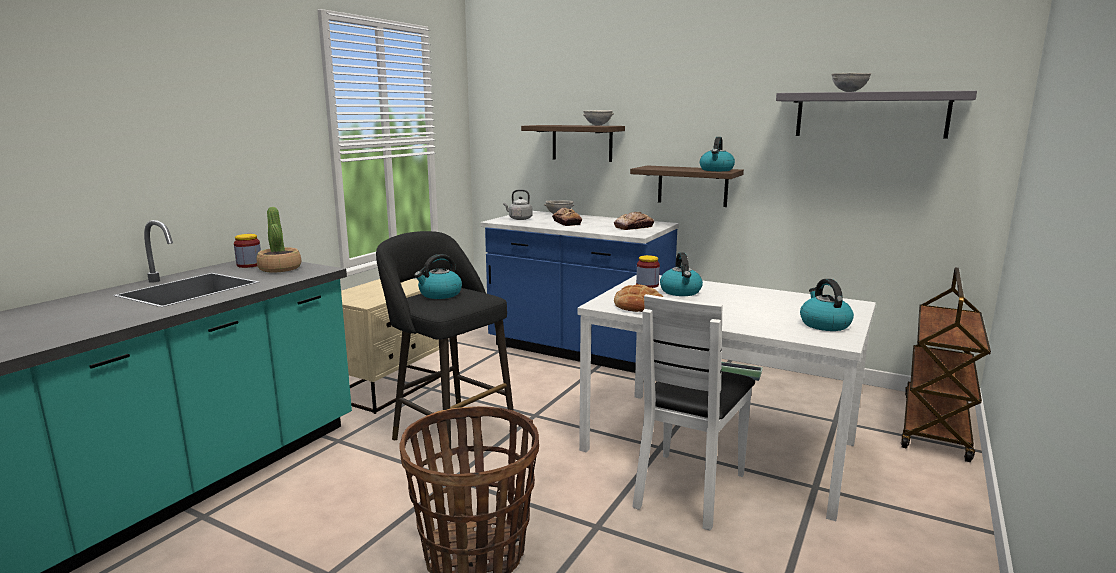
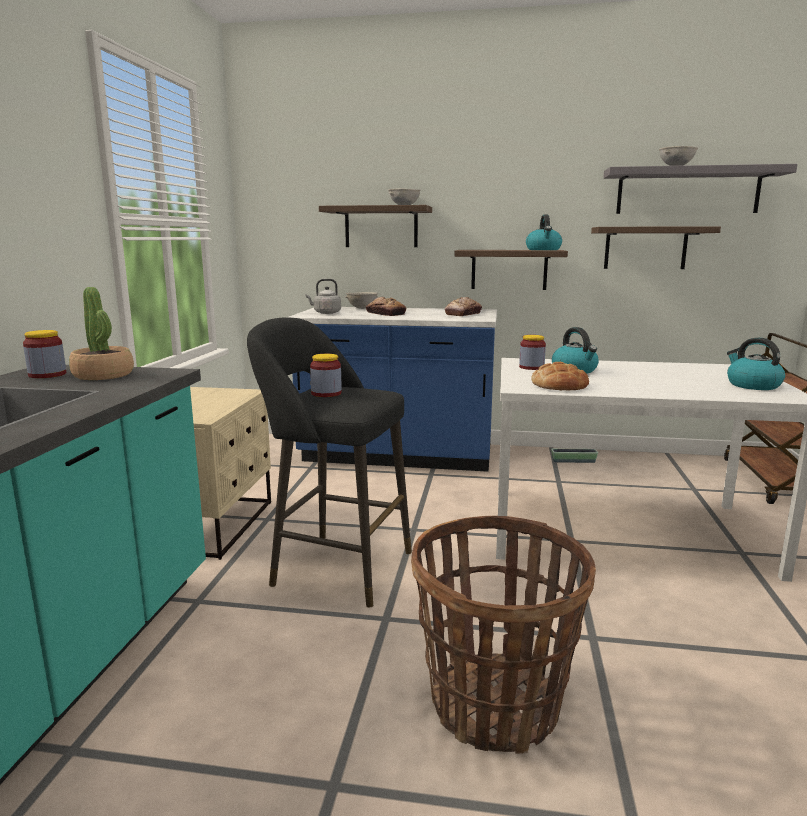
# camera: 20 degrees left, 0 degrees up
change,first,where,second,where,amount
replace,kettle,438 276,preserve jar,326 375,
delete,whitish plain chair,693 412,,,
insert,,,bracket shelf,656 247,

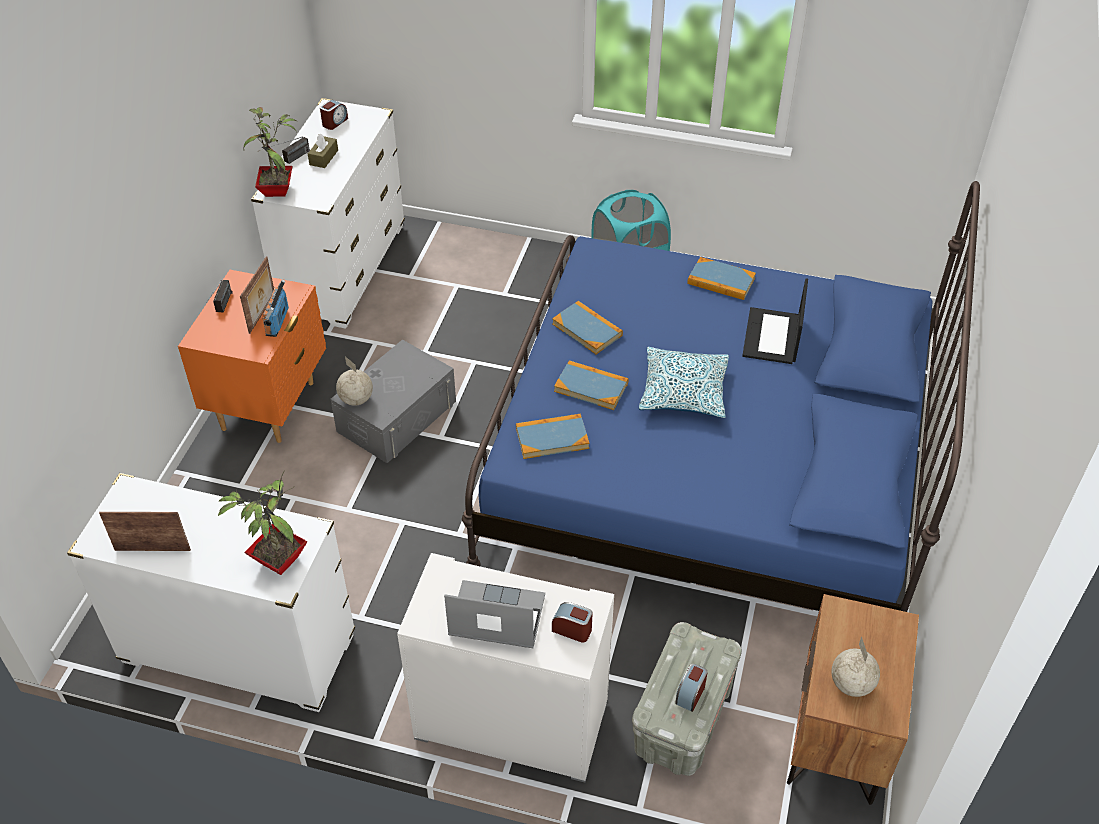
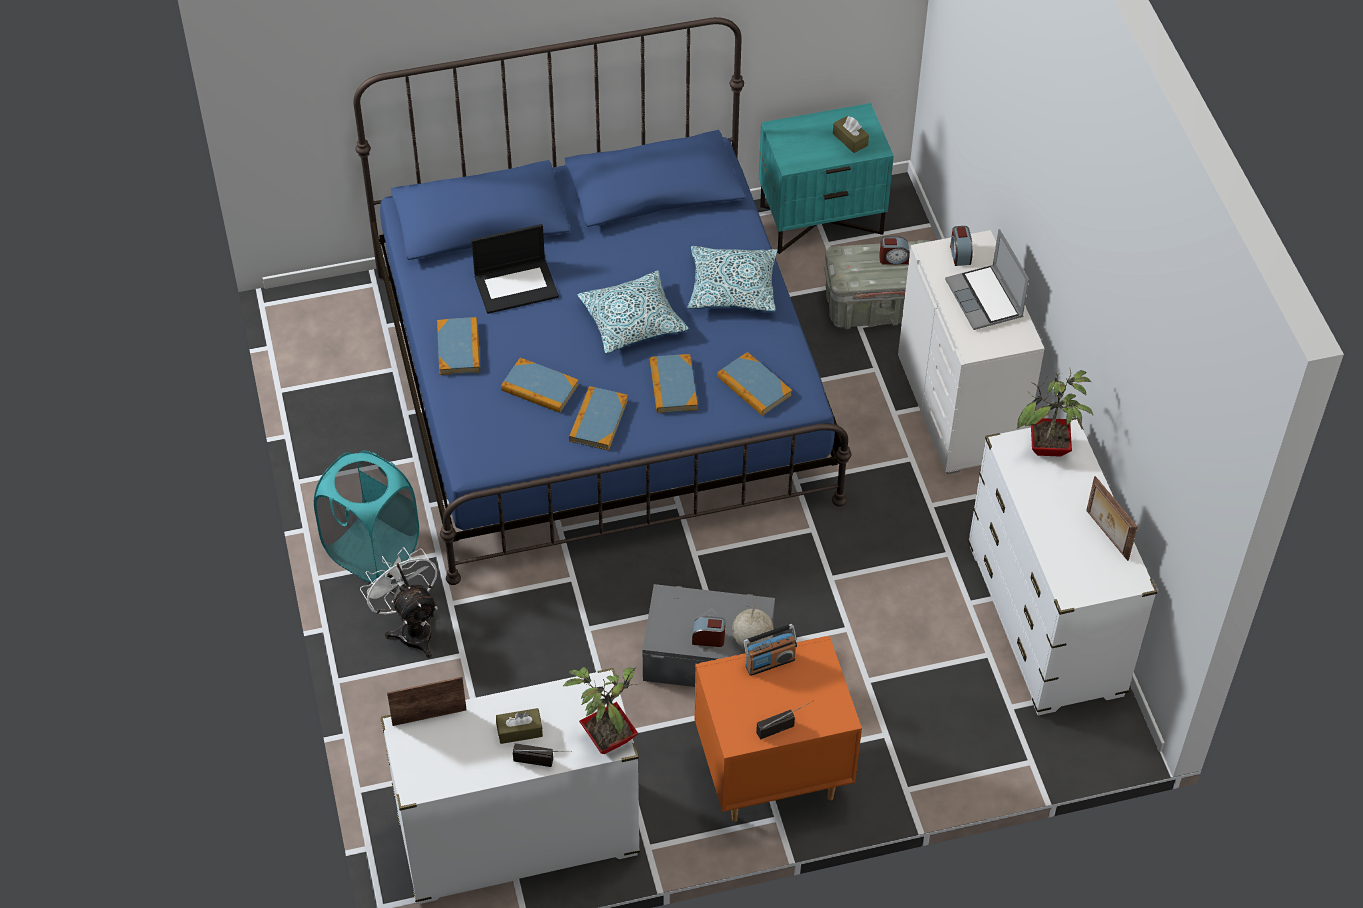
# camera: 120 degrees left, 5 degrees up
change,first,where,second,where,amount
move,alarm clock,334 115,,708 631,
move,picture frame,257 295,,427 701,
recolor,brownish bedside table,853 699,turquoise-coloured bedside table,826 178,
replace,desk globe,855 666,brownish box of tissues,851 134,
insert,,,pillow,732 278,
insert,,,book,540 385,
insert,,,whitish cooling fan,399 602,

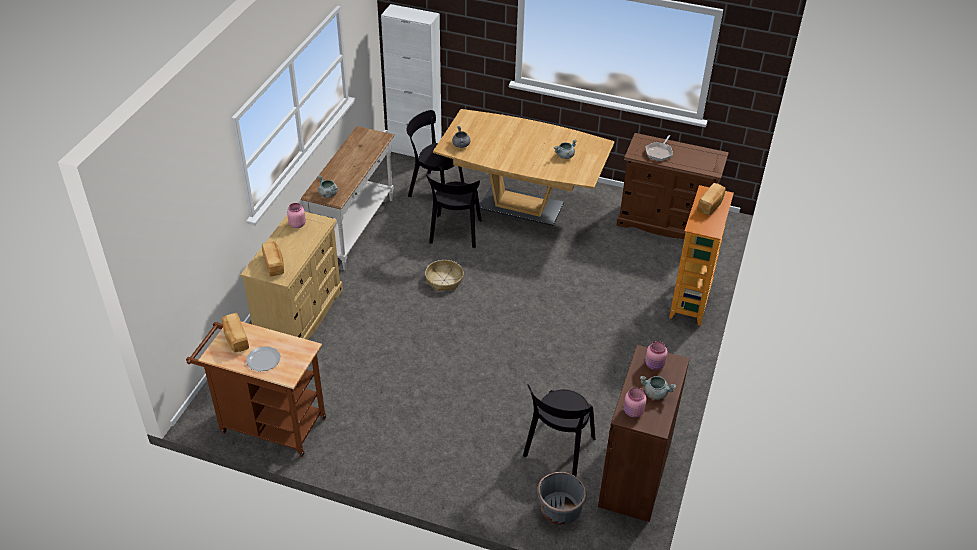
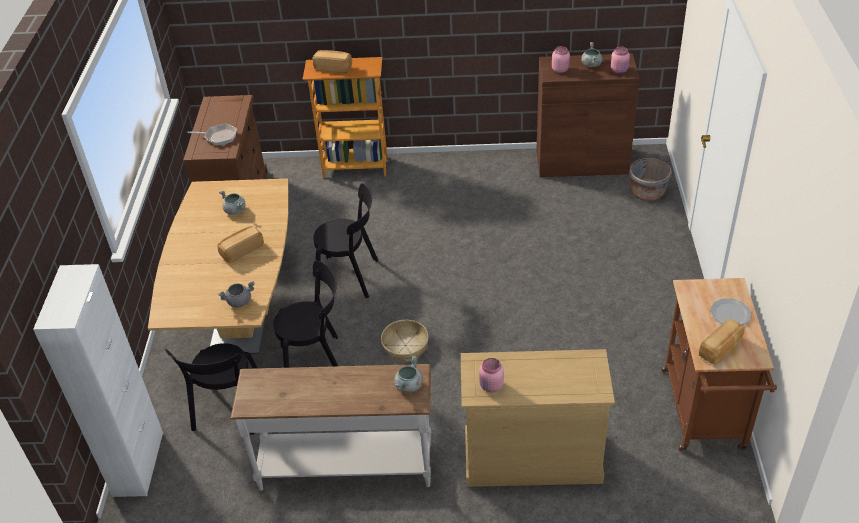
# camera: 105 degrees left, 0 degrees up
change,first,where,second,where,amount
move,bread,273 259,,240 244,
move,black plain chair,559 430,,345 240,

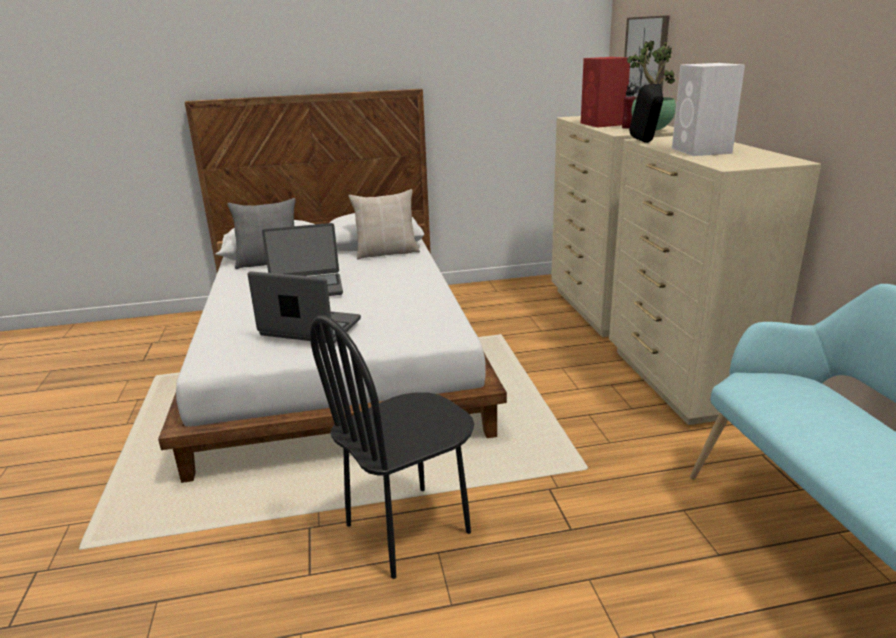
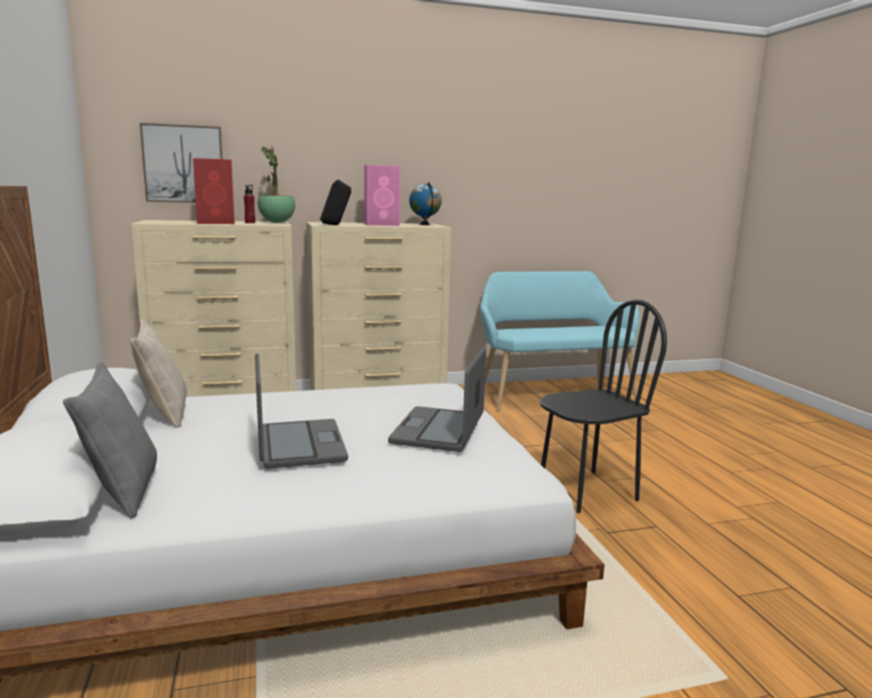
# camera: 95 degrees left, 10 degrees down
change,first,where,second,where,amount
recolor,whitish speaker,708 109,pinkish speaker,382 195,
rotate,black plain chair,392 447,,603 406,75 degrees counterclockwise
insert,,,desk globe,425 203,

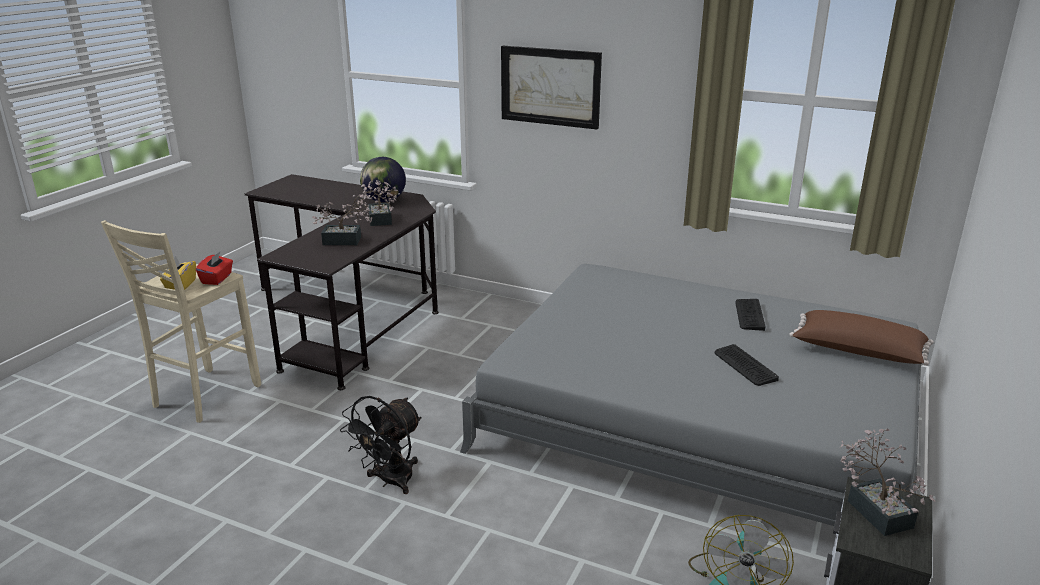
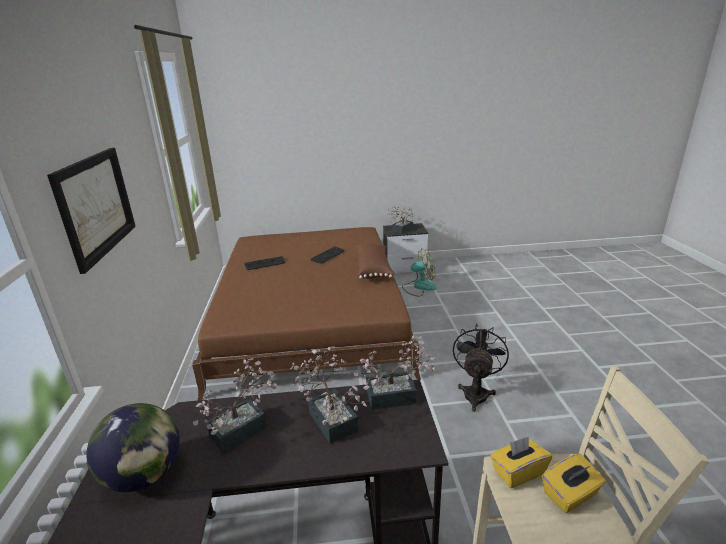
# camera: 120 degrees left, 0 degrees up
change,first,where,second,where,amount
recolor,red box of tissues,214 268,yellow box of tissues,521 462,
recolor,gray bed,692 395,brownish bed,306 313,
move,brownish pillow,862 338,,375 261,
rotate,black cooling fan,381 445,,481 368,75 degrees counterclockwise
insert,,,plant in a pot,394 372,

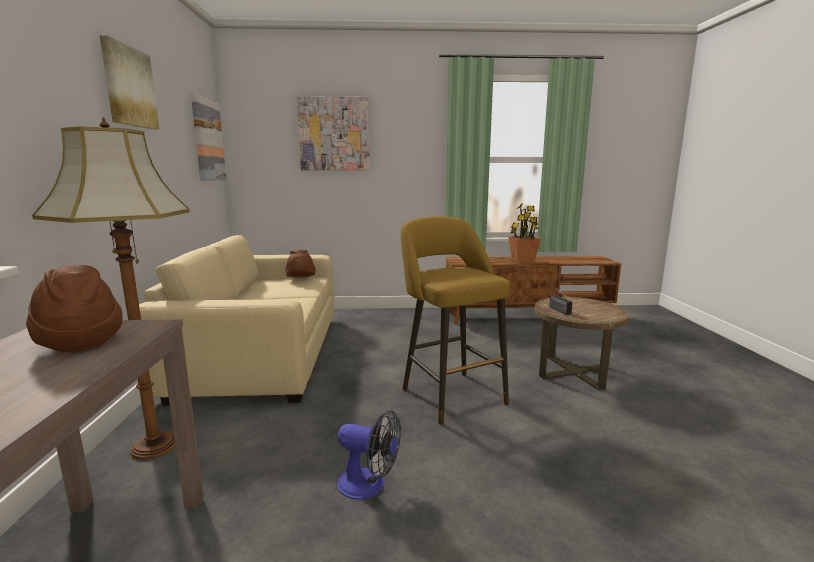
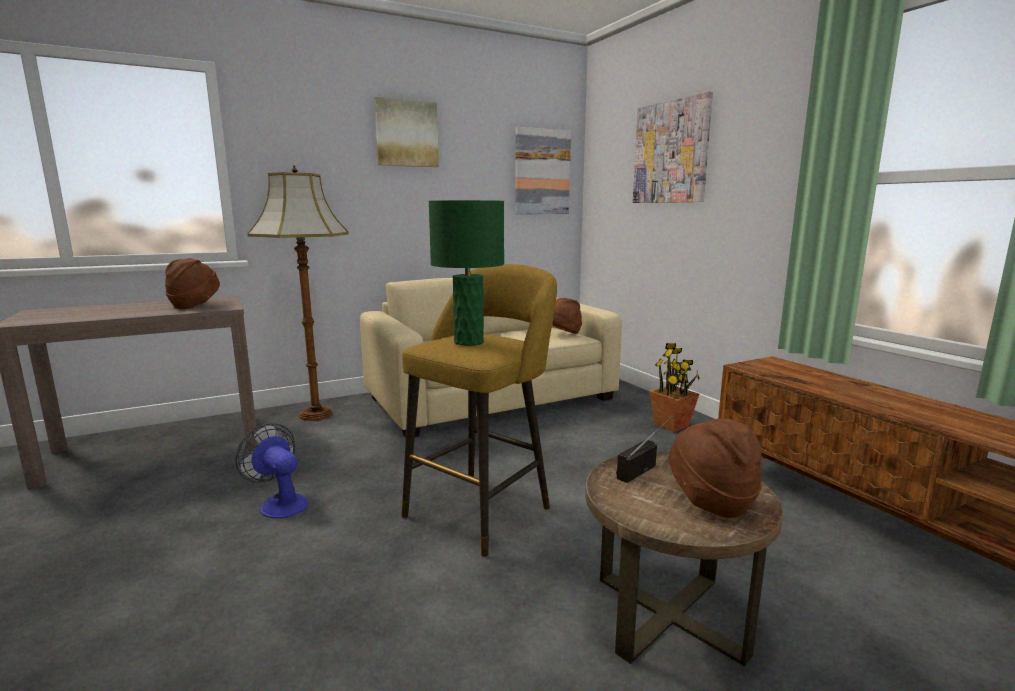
# camera: 65 degrees right, 0 degrees up
change,first,where,second,where,amount
move,plant in a pot,524 233,,674 387,
rotate,cooling fan,369 455,,271 470,135 degrees clockwise
insert,,,green-coloured table lamp,466 273,
insert,,,brownish clothing hat,715 468,

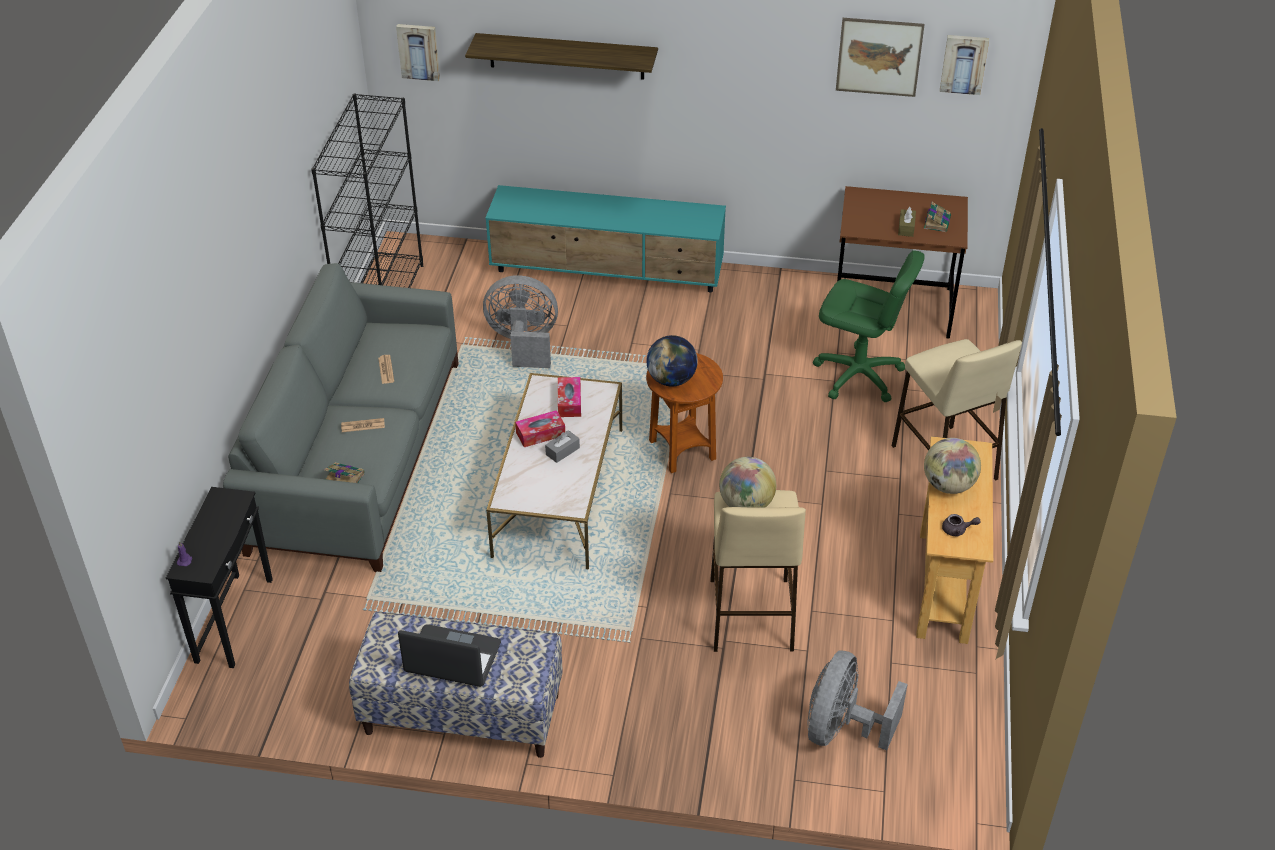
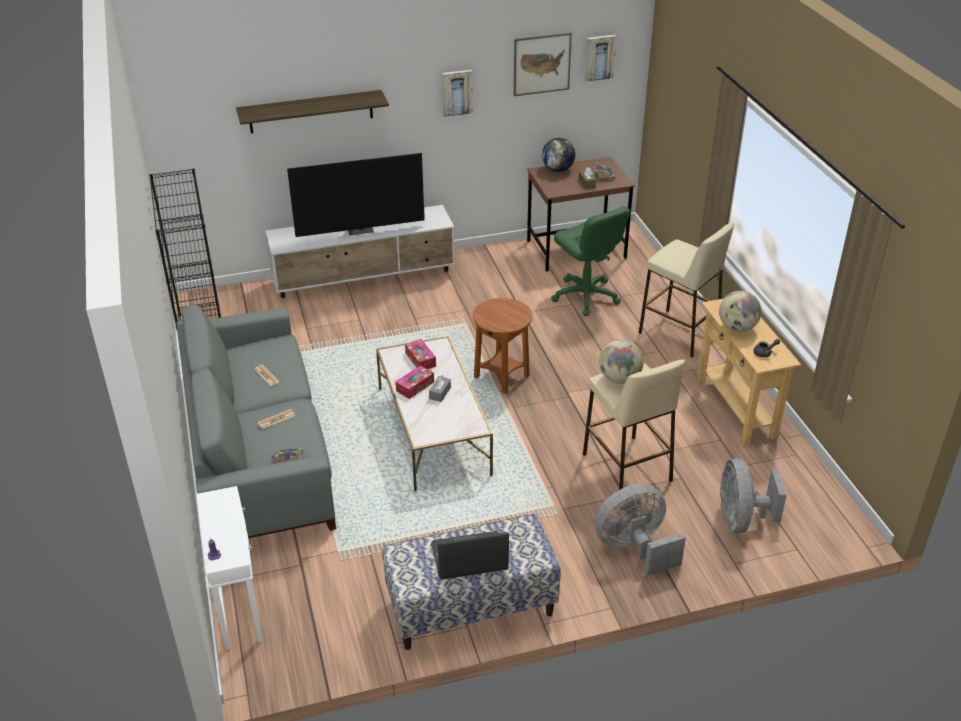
# camera: 25 degrees left, 5 degrees down
change,first,where,second,where,amount
move,wall art,418 52,,457 93,
recolor,turquoise-coloured media console,605 239,whitish media console,360 251,
rotate,green-coloured desk chair,869 326,,590 261,60 degrees clockwise
move,gray cooling fan,520 321,,640 530,
move,desk globe,672 361,,558 155,
recolor,black end table,219 577,whitish end table,230 568,
insert,,,TV,356 195,

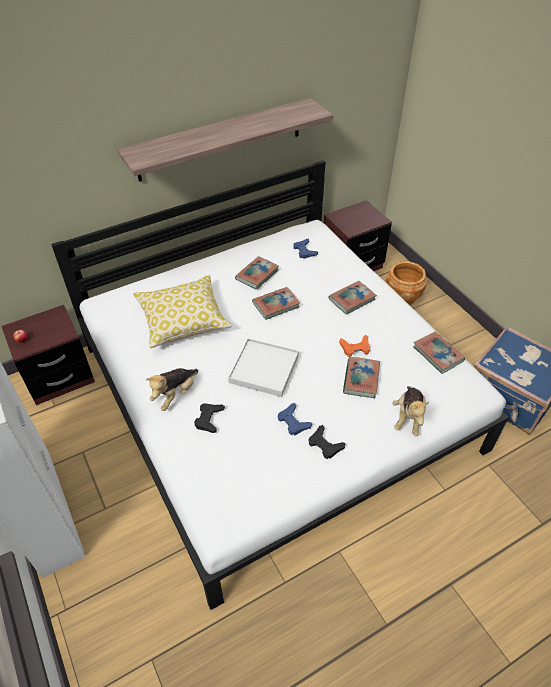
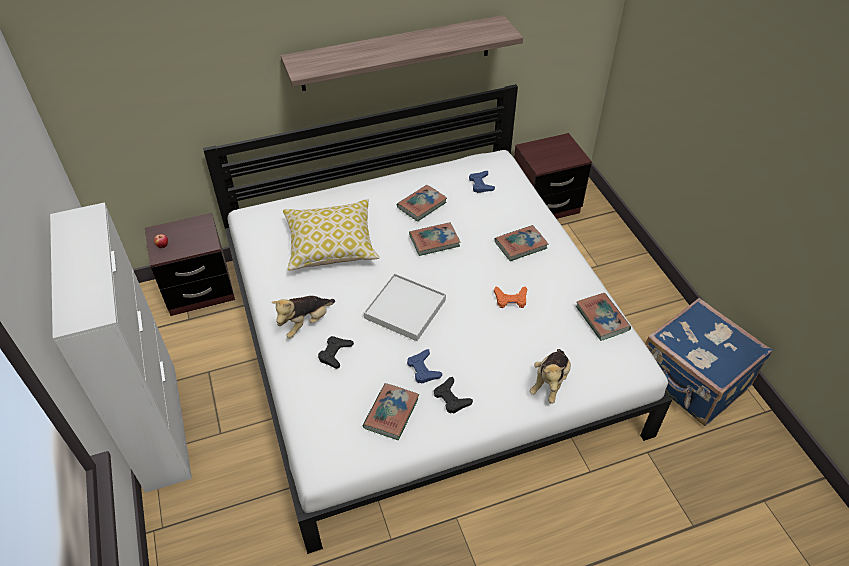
# camera: 10 degrees right, 0 degrees up
change,first,where,second,where,amount
delete,brownish planter,406 283,,,
move,book,361 377,,391 411,

